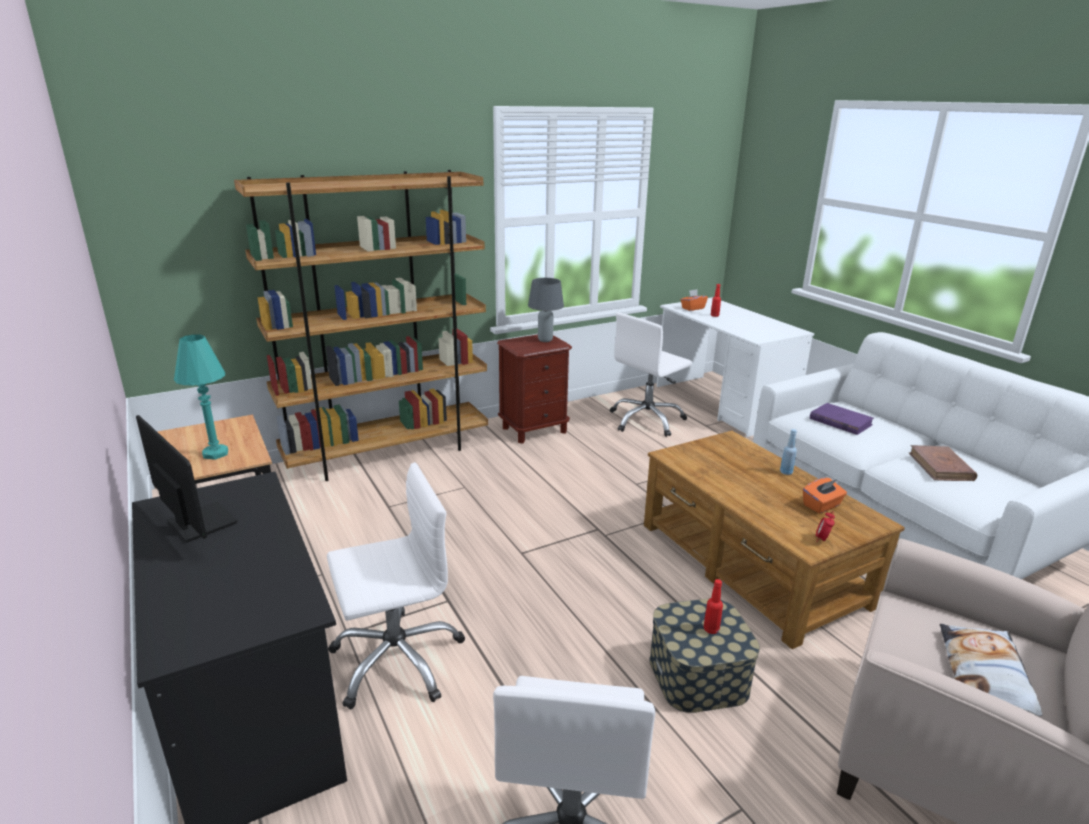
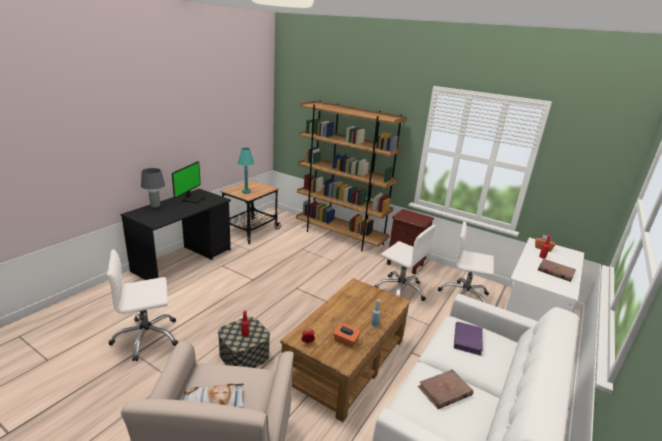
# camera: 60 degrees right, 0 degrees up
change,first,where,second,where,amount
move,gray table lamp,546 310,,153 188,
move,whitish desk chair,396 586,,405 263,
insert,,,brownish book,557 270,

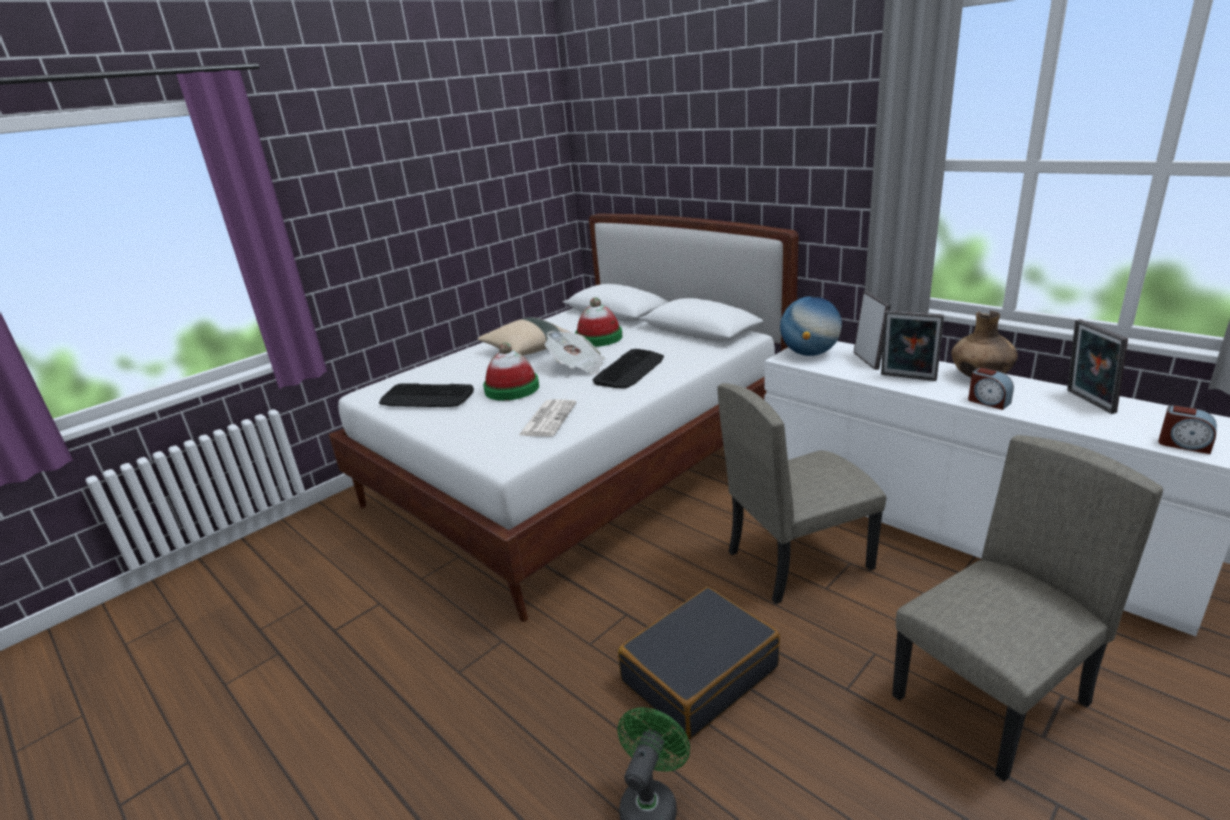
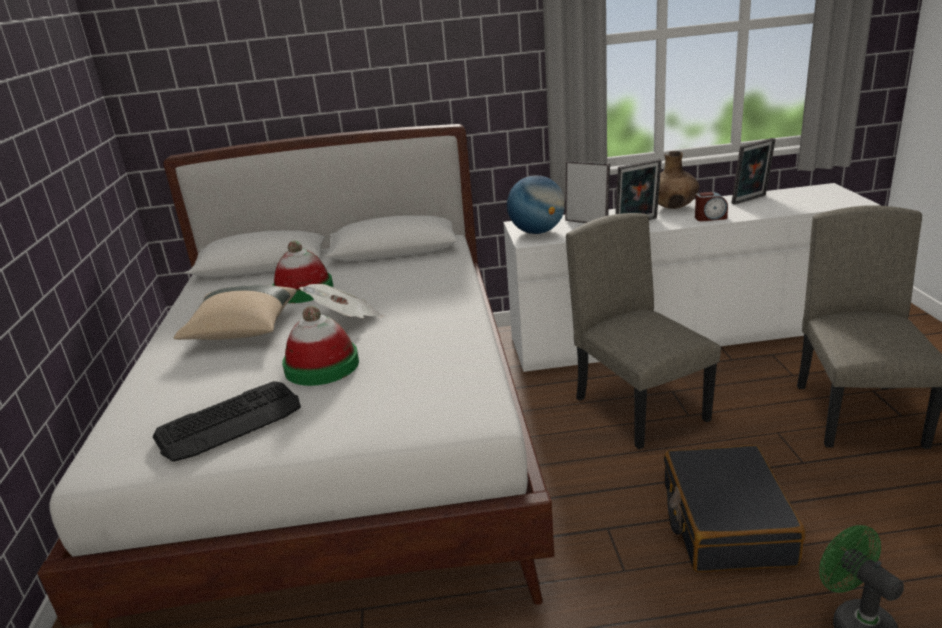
# camera: 50 degrees left, 0 degrees up
change,first,where,second,where,amount
rotate,picture frame,1097 366,,754 171,60 degrees counterclockwise
delete,PC keyboard,628 368,,,
rotate,beige-coloured plain chair,801 493,,643 331,135 degrees clockwise
delete,printed paper,548 418,,,
delete,alarm clock,1187 429,,,

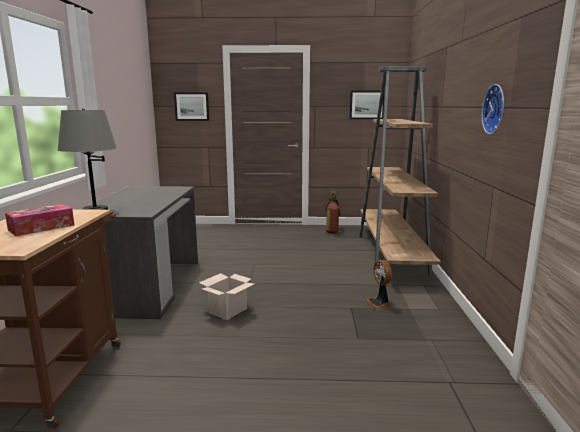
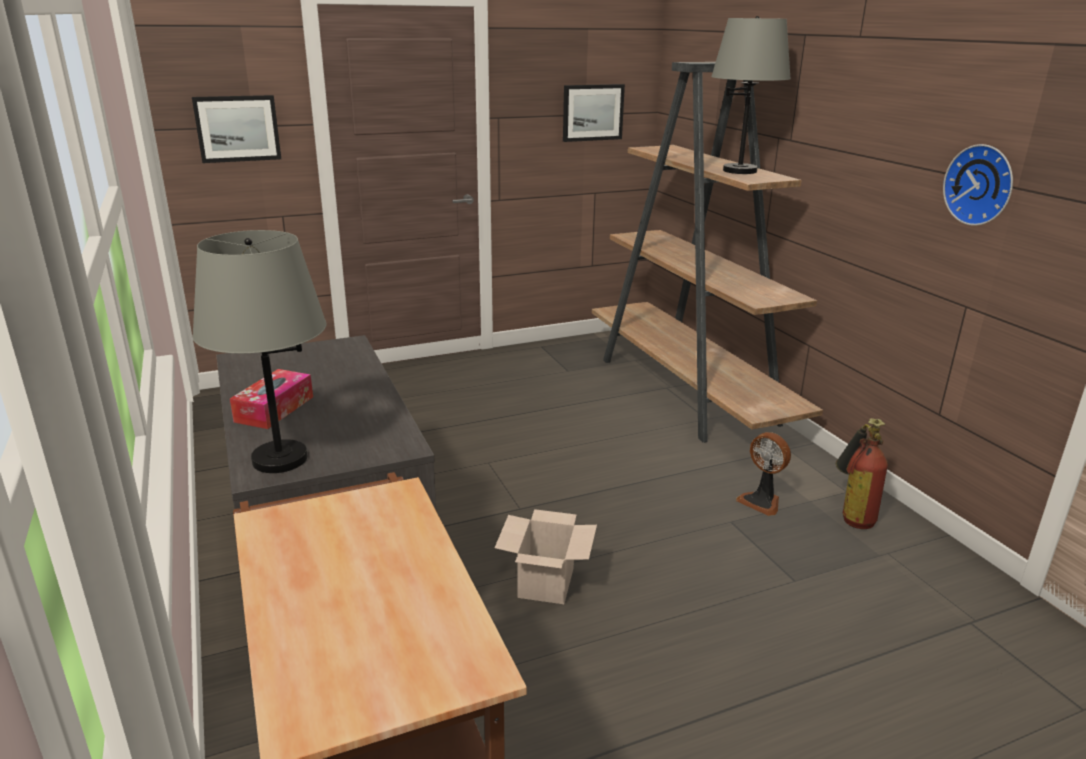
# camera: 25 degrees left, 10 degrees up
change,first,where,second,where,amount
move,fire extinguisher,333 212,,862 473,
move,box of tissues,39 220,,271 399,
insert,,,gray table lamp,751 95,

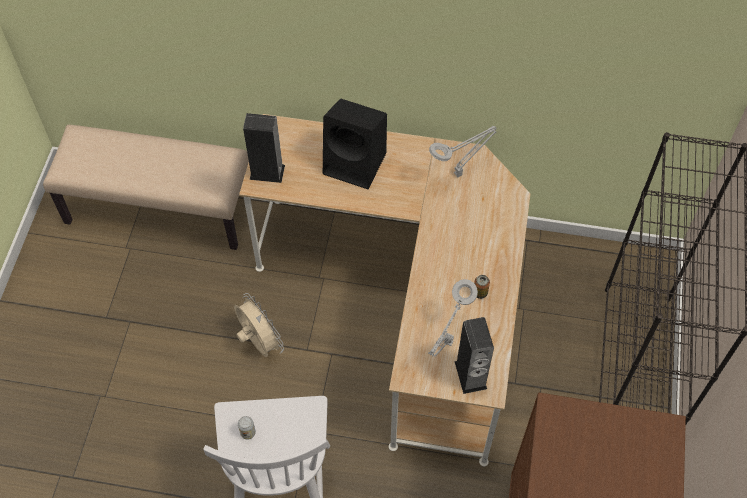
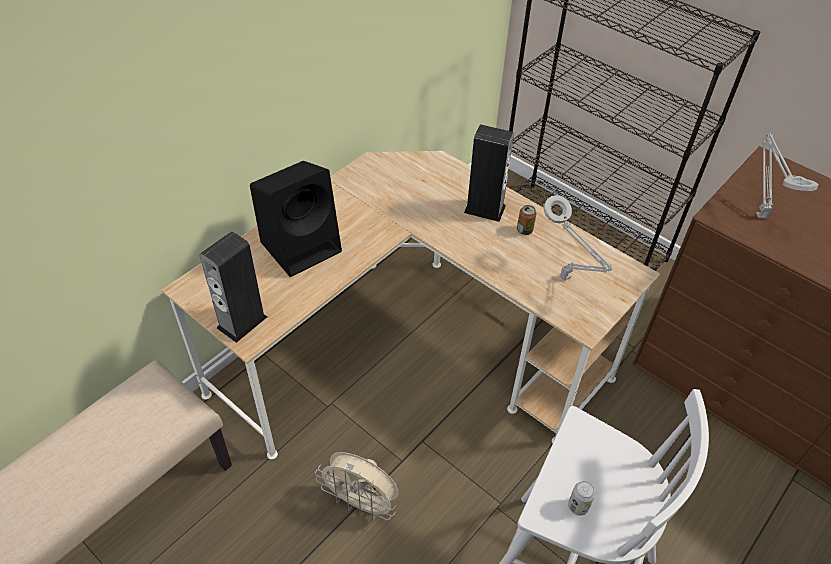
# camera: 60 degrees left, 10 degrees down
change,first,where,second,where,amount
move,gray table lamp,463 151,,787 175,
rotate,beige-coloured cooling fan,259 325,,356 486,150 degrees counterclockwise
move,speaker,474 355,,489 173,

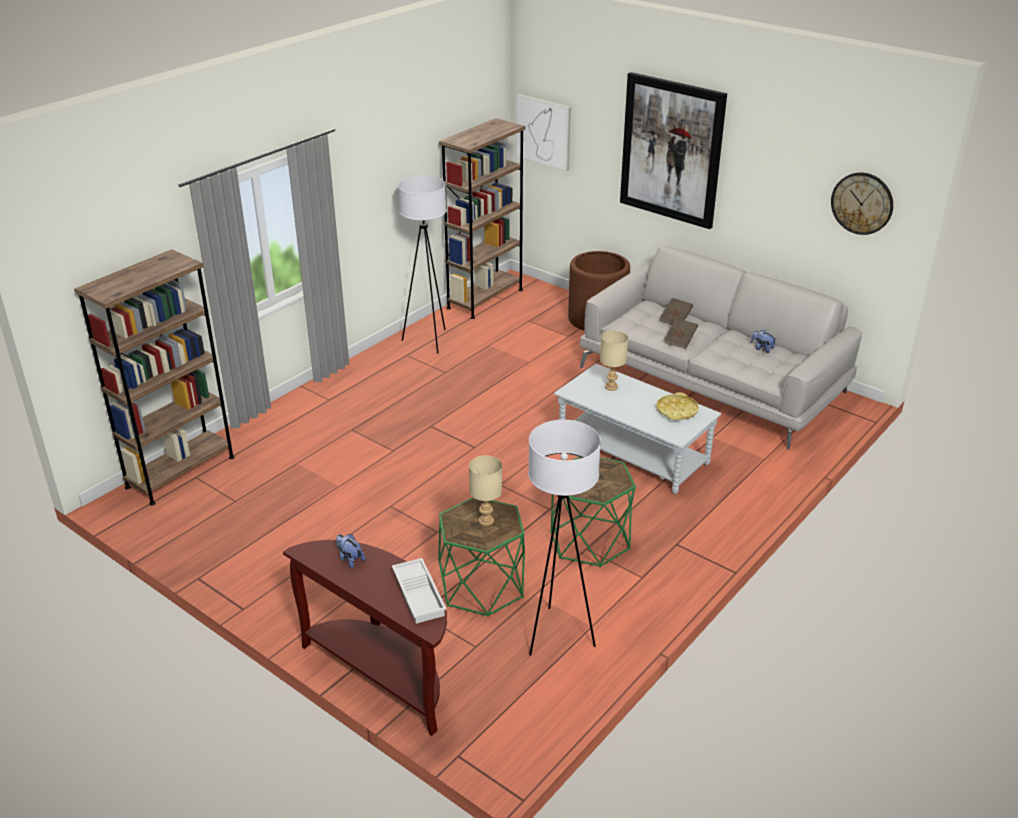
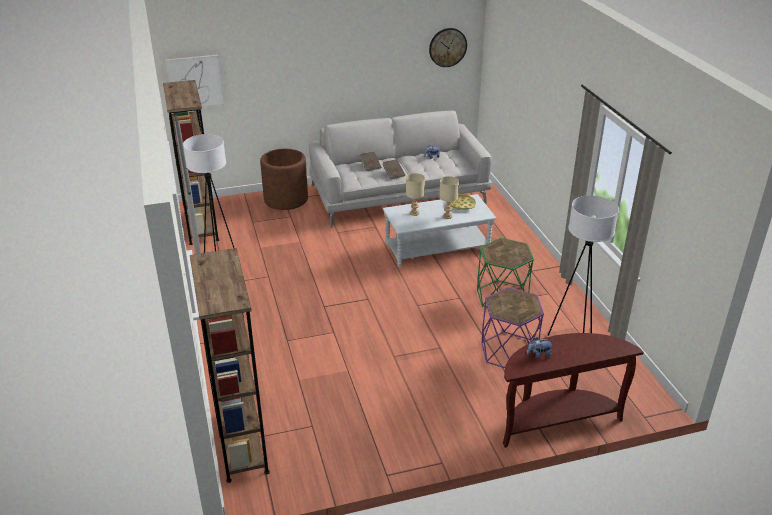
# camera: 55 degrees left, 0 degrees up
change,first,where,second,where,amount
delete,wall art,673 150,,,
move,beige-coloured table lamp,485 490,,449 197,
recolor,green-coloured end table,481 557,purplish end table,512 327,
delete,whitish serving tray,419 591,,,

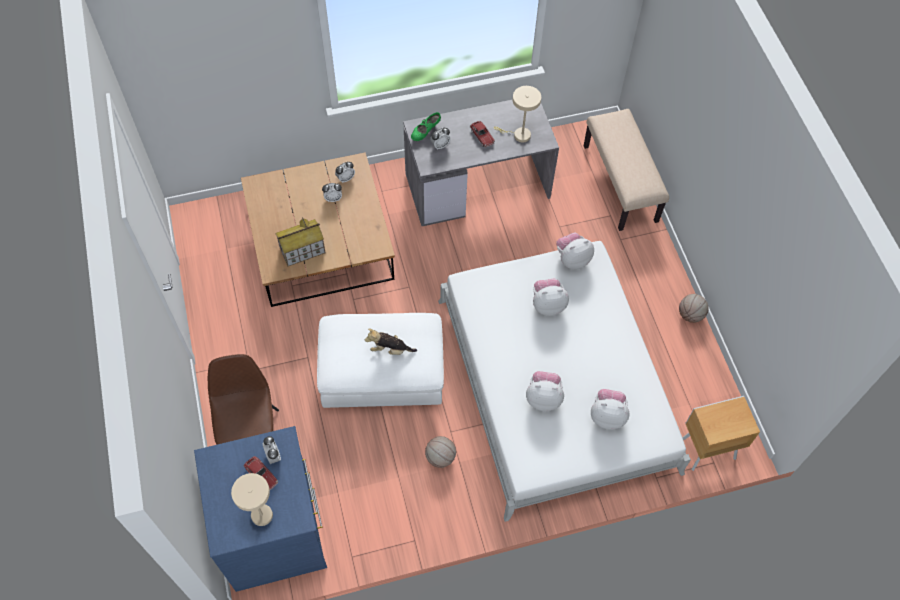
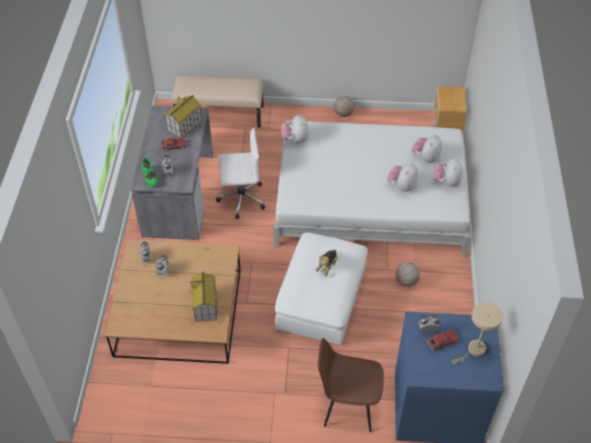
# camera: 70 degrees left, 10 degrees down
change,first,where,second,where,amount
replace,beige-coloured table lamp,517 114,toy house,183 116,
move,soft toy,551 297,,447 172,
insert,,,whitish desk chair,241 173,

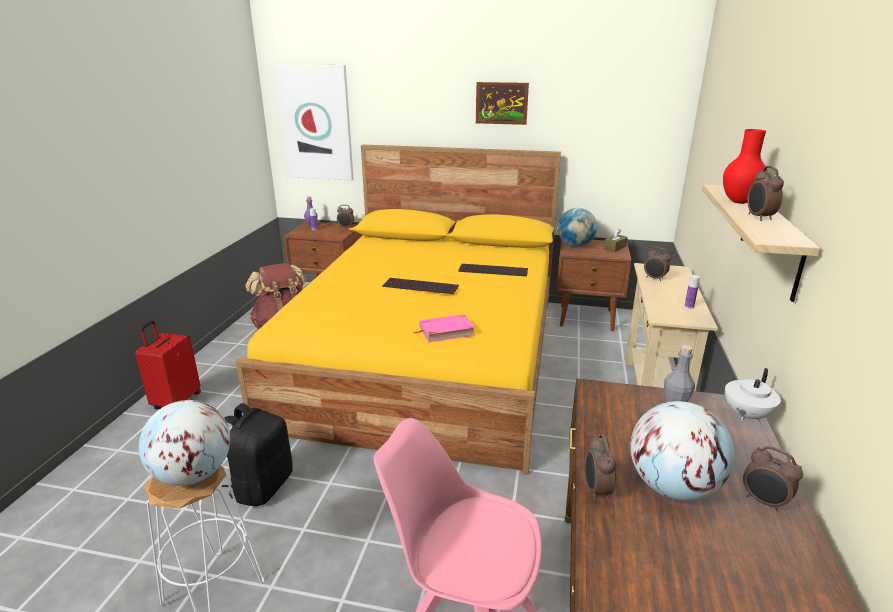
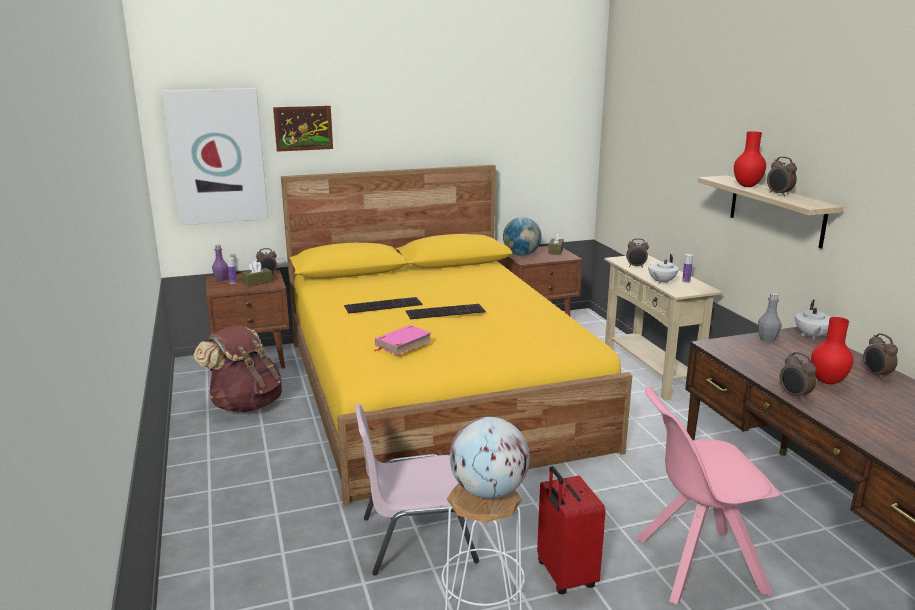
# camera: 30 degrees left, 5 degrees down
change,first,where,second,where,amount
move,wall art,502 103,,303 129,
move,PC keyboard,493 270,,383 305,
move,pinkish book,444 328,,403 340,
move,red travel case,168 364,,571 530,
replace,desk globe,682 451,red vase,832 350,
replace,black backpack,257 454,pinkish plain chair,417 490,
rotate,alarm clock,773 479,,880 356,60 degrees clockwise
insert,,,whitish tea pot,663 269,
insert,,,brownish box of tissues,257 274,

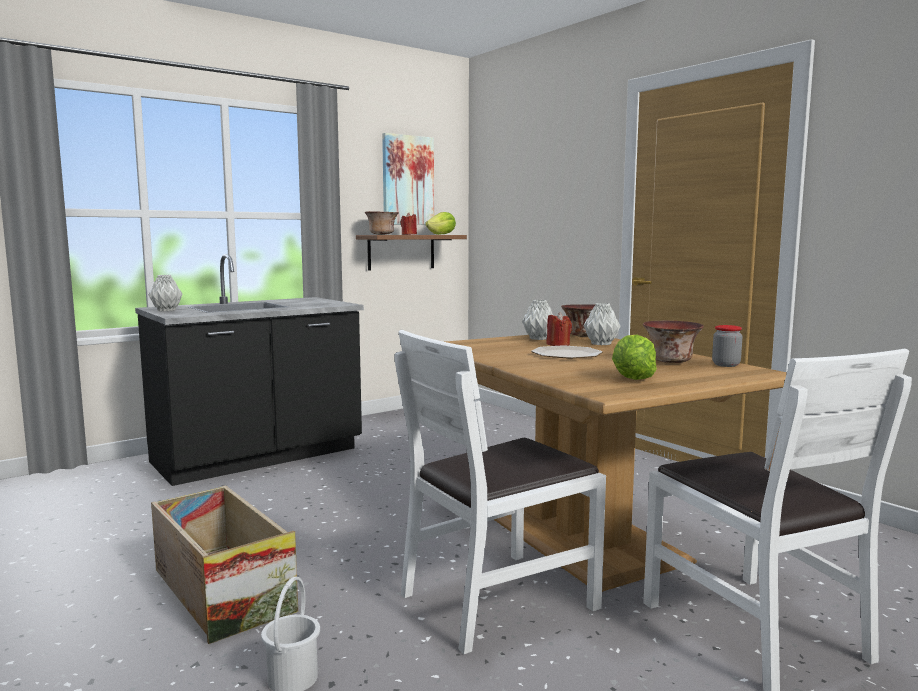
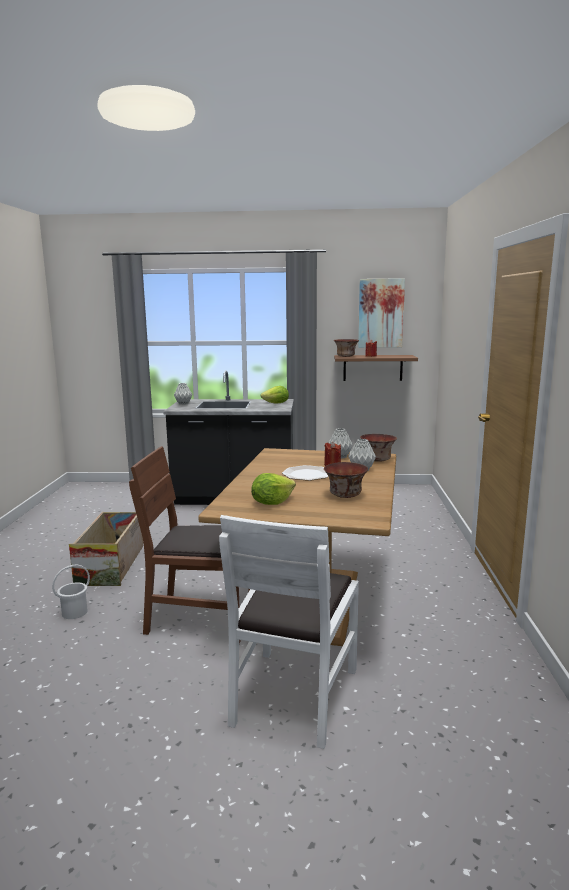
# camera: 40 degrees right, 5 degrees up
change,first,where,second,where,amount
move,lettuce head,440 223,,274 394,
delete,preserve jar,727 346,,,
recolor,whitish plain chair,500 492,brownish plain chair,189 545,

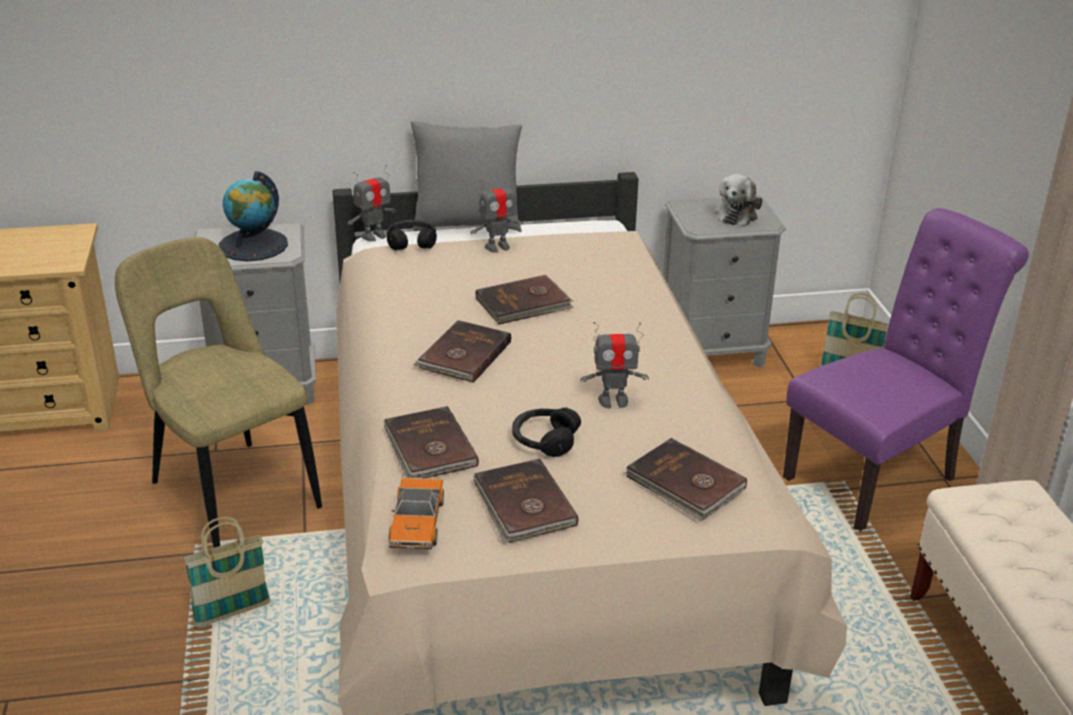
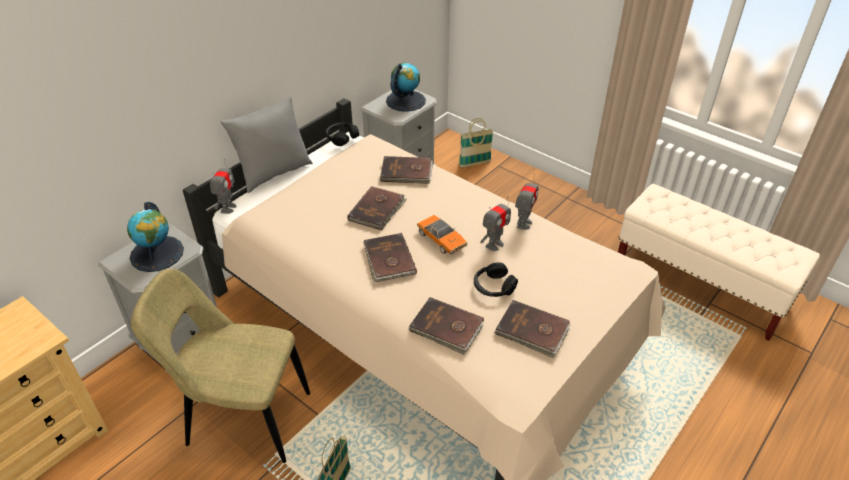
# camera: 40 degrees left, 10 degrees up
change,first,where,second,where,amount
replace,soft toy,738 200,desk globe,406 87,
move,model robot,497 214,,527 202,
delete,purplish plain chair,906 370,,,
move,black headset,411 235,,342 134,
move,brownish book,686 479,,406 170,
move,miniature car,416 514,,442 234,

